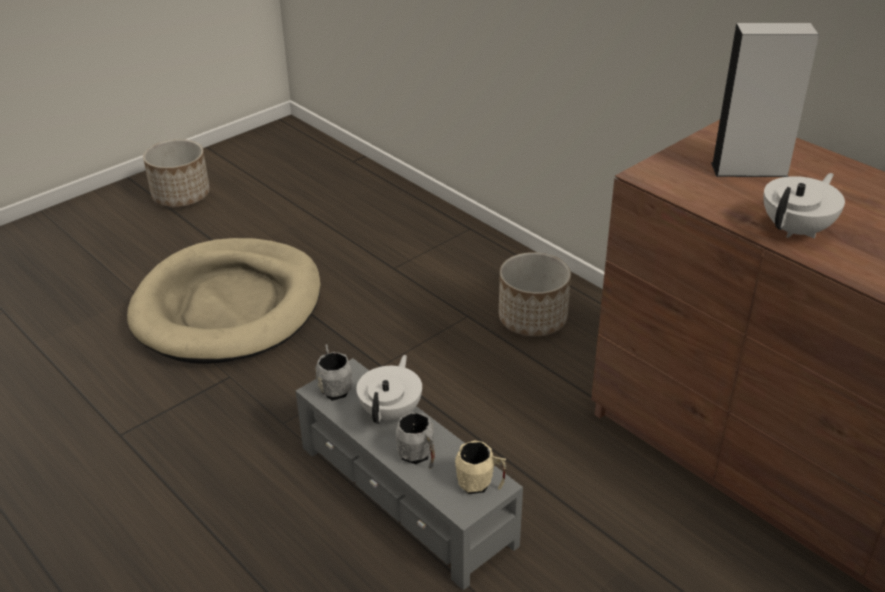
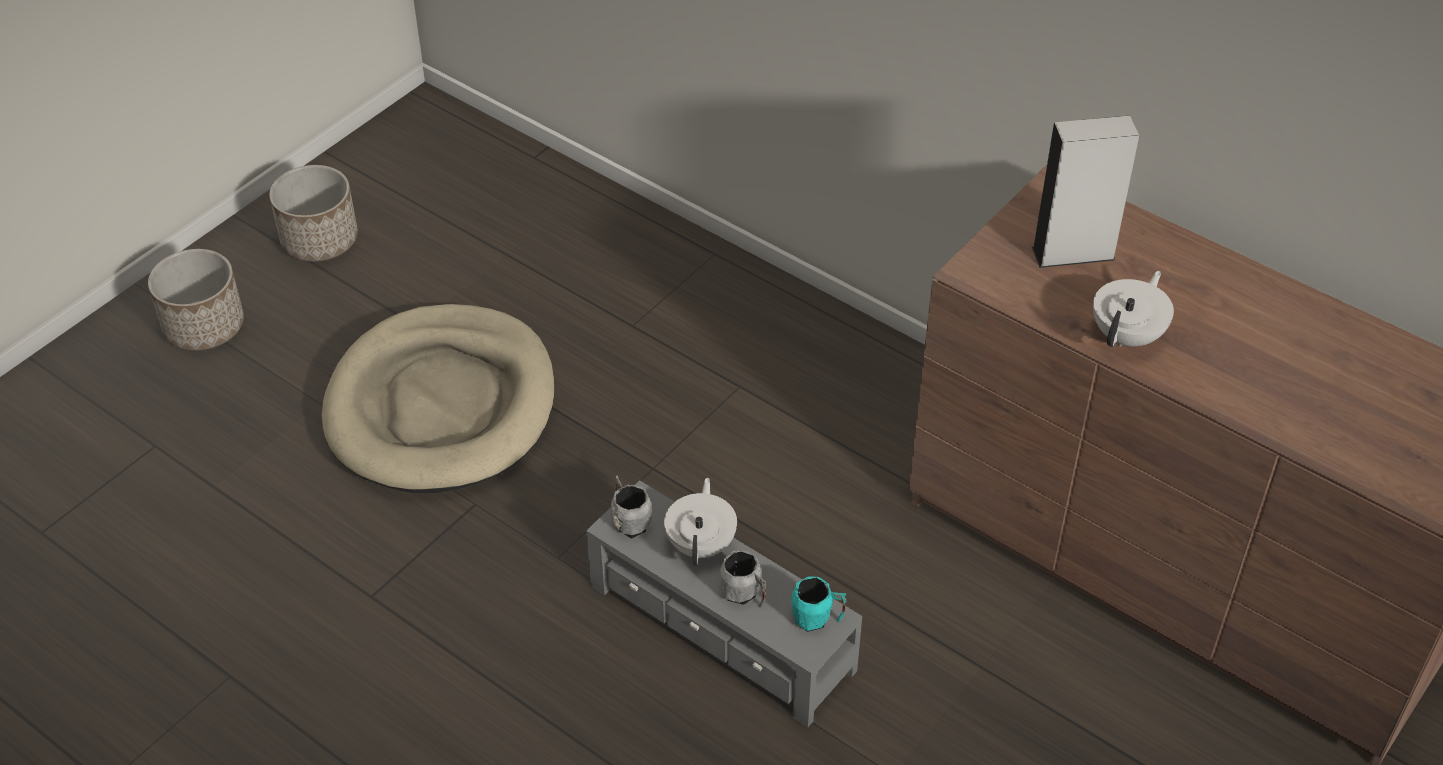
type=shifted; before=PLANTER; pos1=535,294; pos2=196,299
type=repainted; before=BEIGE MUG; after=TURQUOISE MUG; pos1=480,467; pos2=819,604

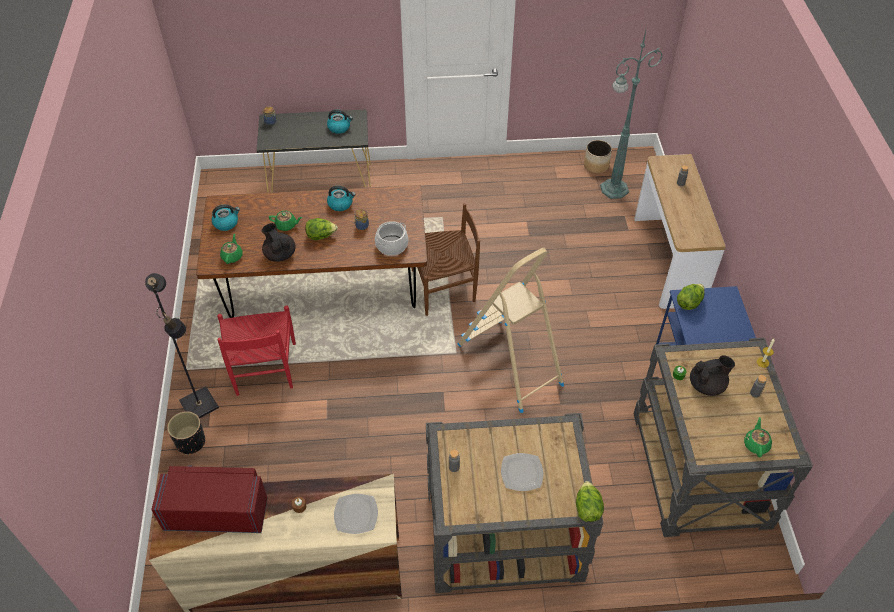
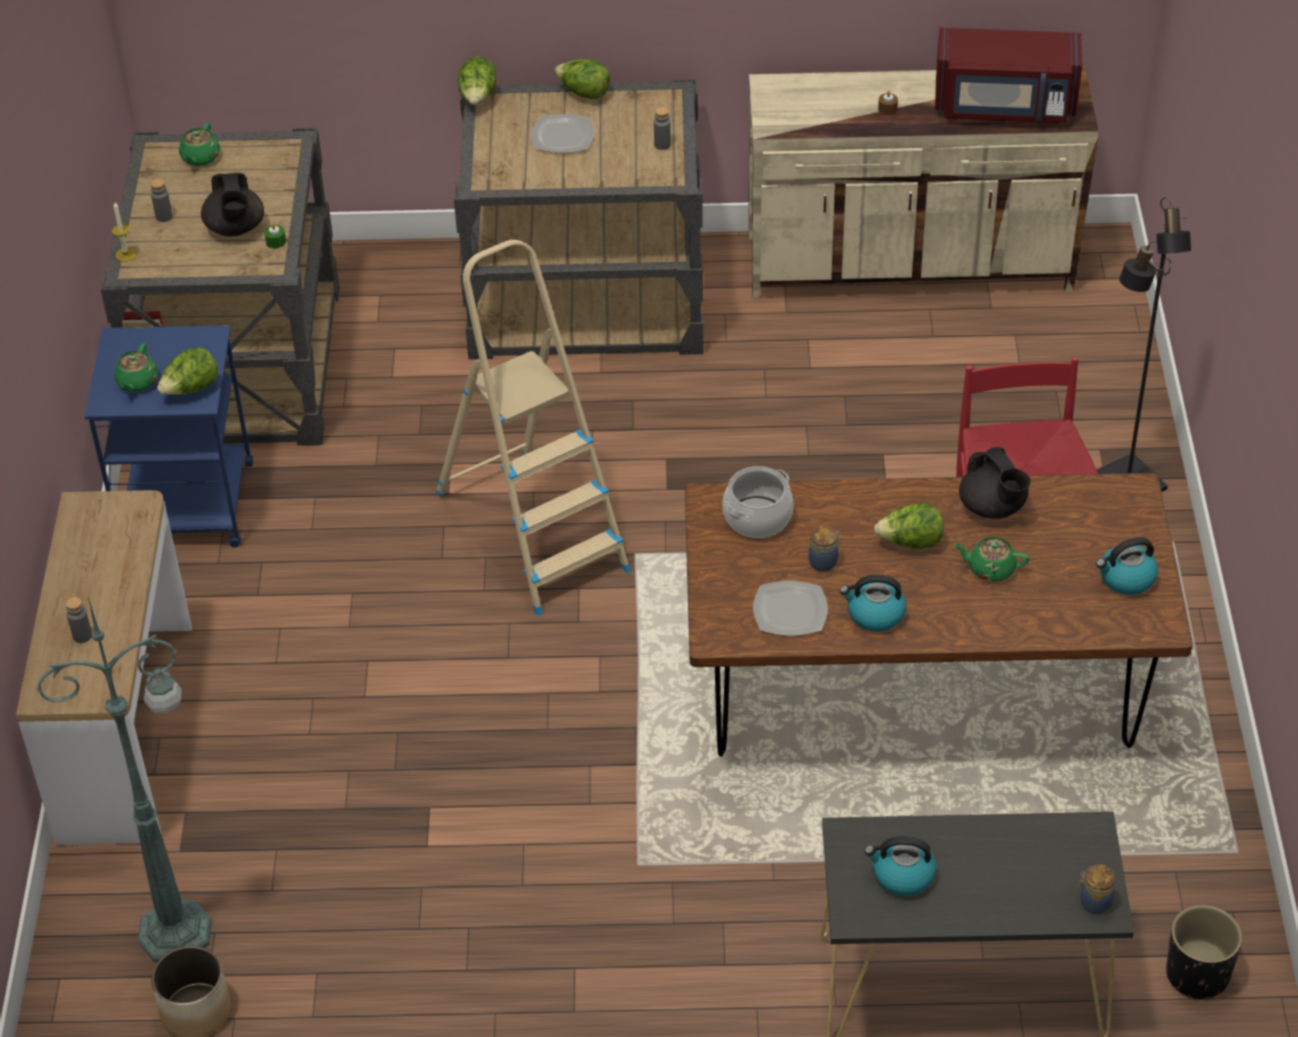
type=gone; before=BROWN CHAIR; pos1=445,259
type=shifted; before=GREEN TEAPOT; pos1=231,249; pos2=136,367
type=rotated; before=BLACK TEAPOT; pos1=712,375; pos2=232,204; turn=-90
type=shifted; before=BLACK PLANTER; pos1=186,433; pos2=1204,952
type=shifted; before=PLATE; pos1=356,514; pos2=790,608
type=new; after=LETTUCE; pos2=582,79

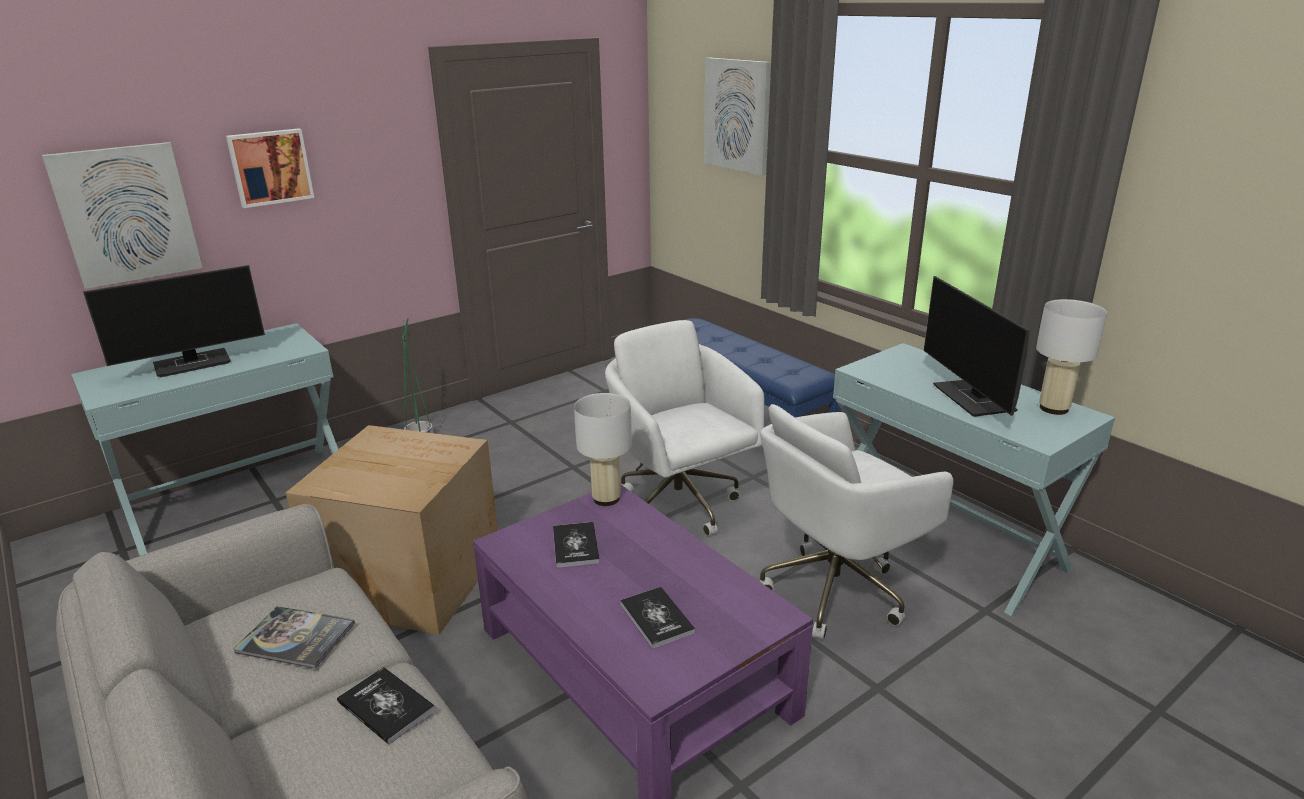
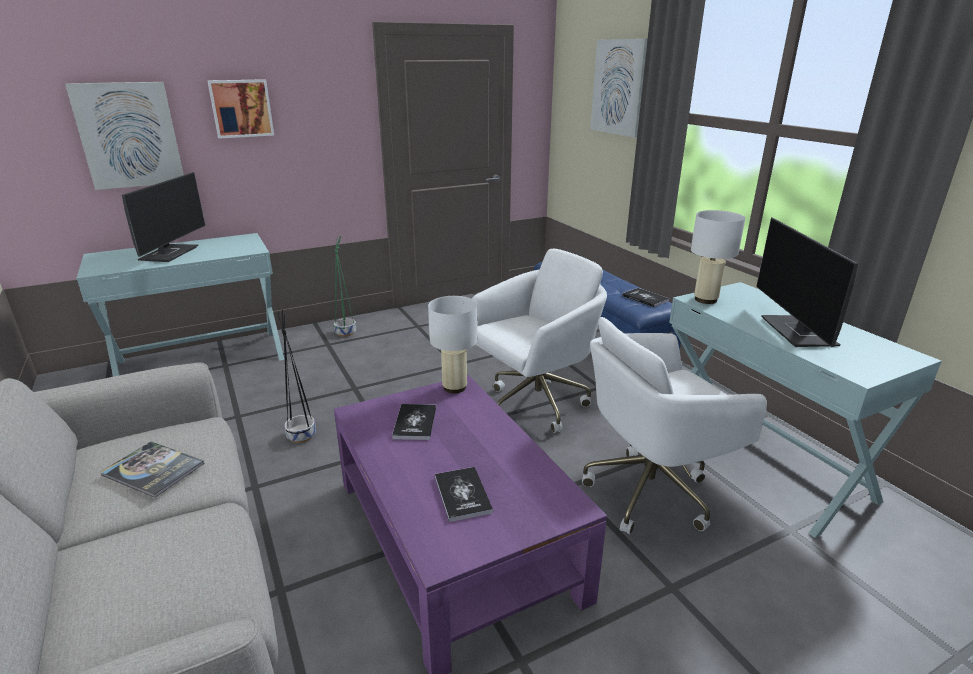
type=rotated; before=MONITOR; pos1=174,321; pos2=163,217; turn=-60
type=shifted; before=WHITE TABLE LAMP; pos1=1071,357; pos2=718,257
type=rotated; before=WHITE OFFICE CHAIR; pos1=684,428; pos2=539,341; turn=75
type=swapped; before=CARDBOARD BOX; after=BLACK PLANTER; pos1=392,530; pos2=297,376
type=shifted; before=BOOK; pos1=386,706; pos2=645,297

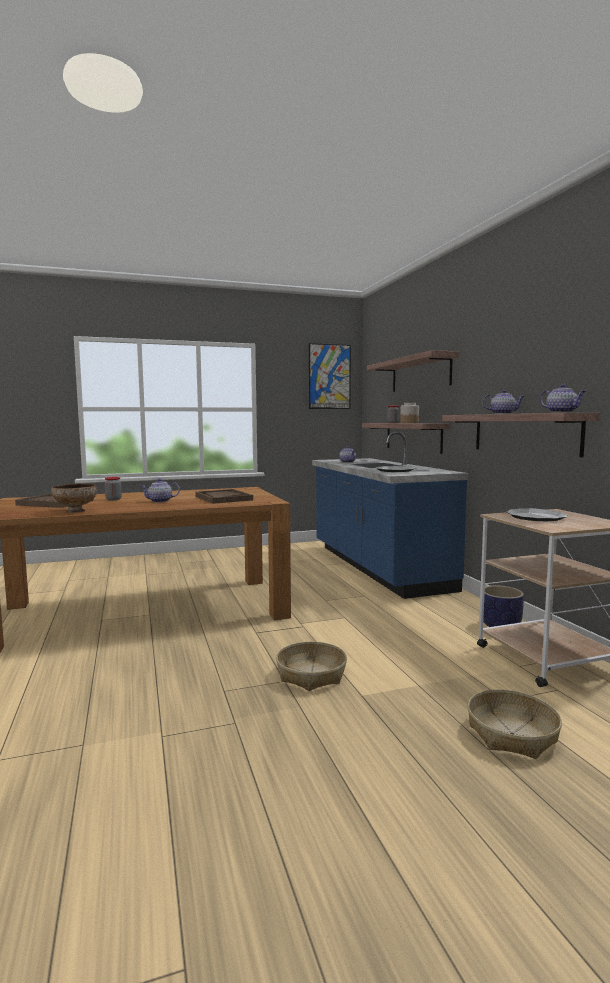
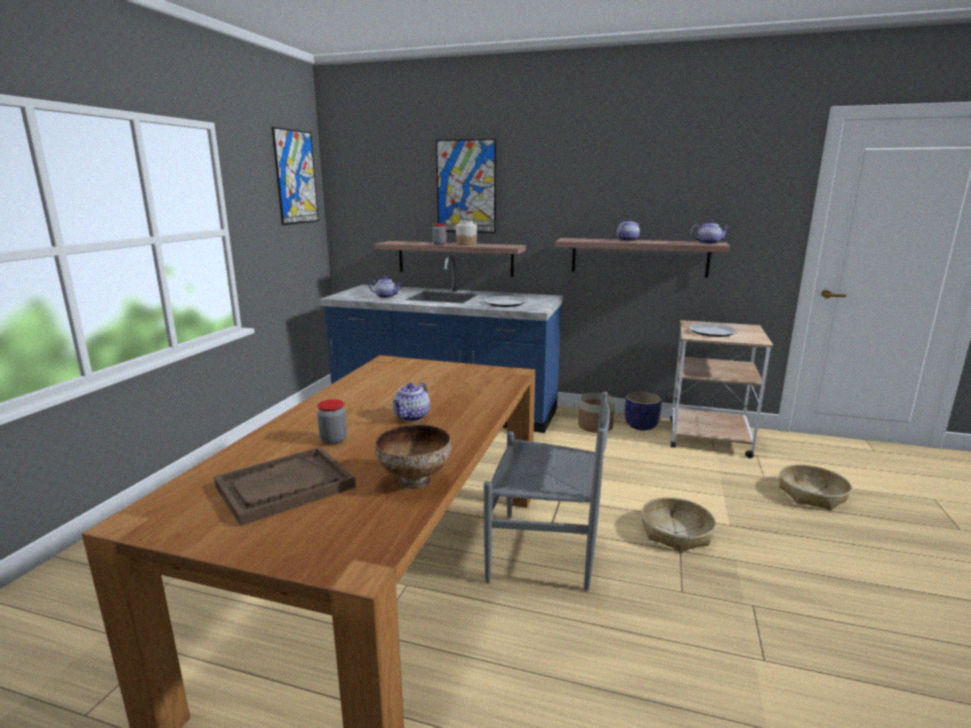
type=swapped; before=SHELF; after=PICTURE; pos1=413,371; pos2=466,186
type=gone; before=BROWN TRAY; pos1=224,496
type=new; after=GREY CHAIR; pos2=547,491
type=new; after=PLANTER; pos2=596,413

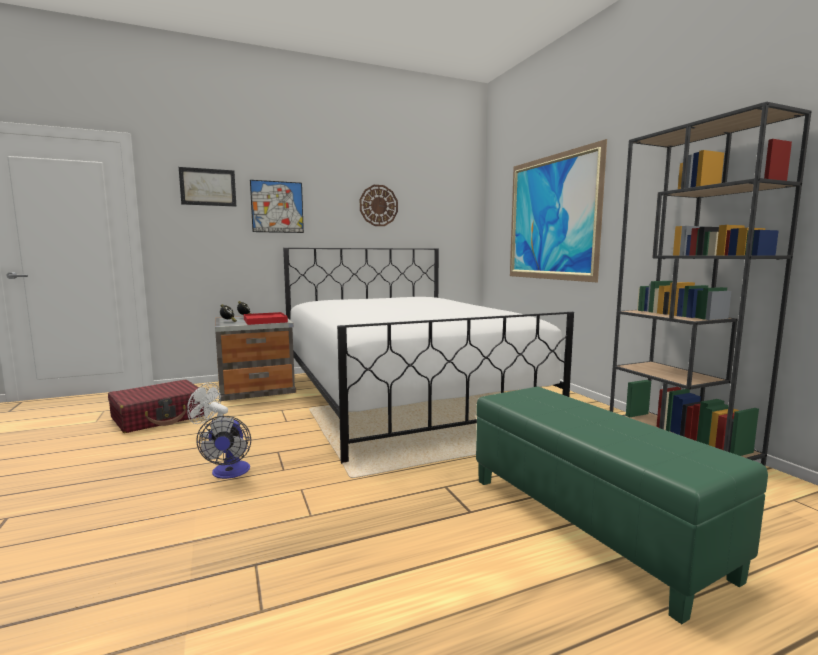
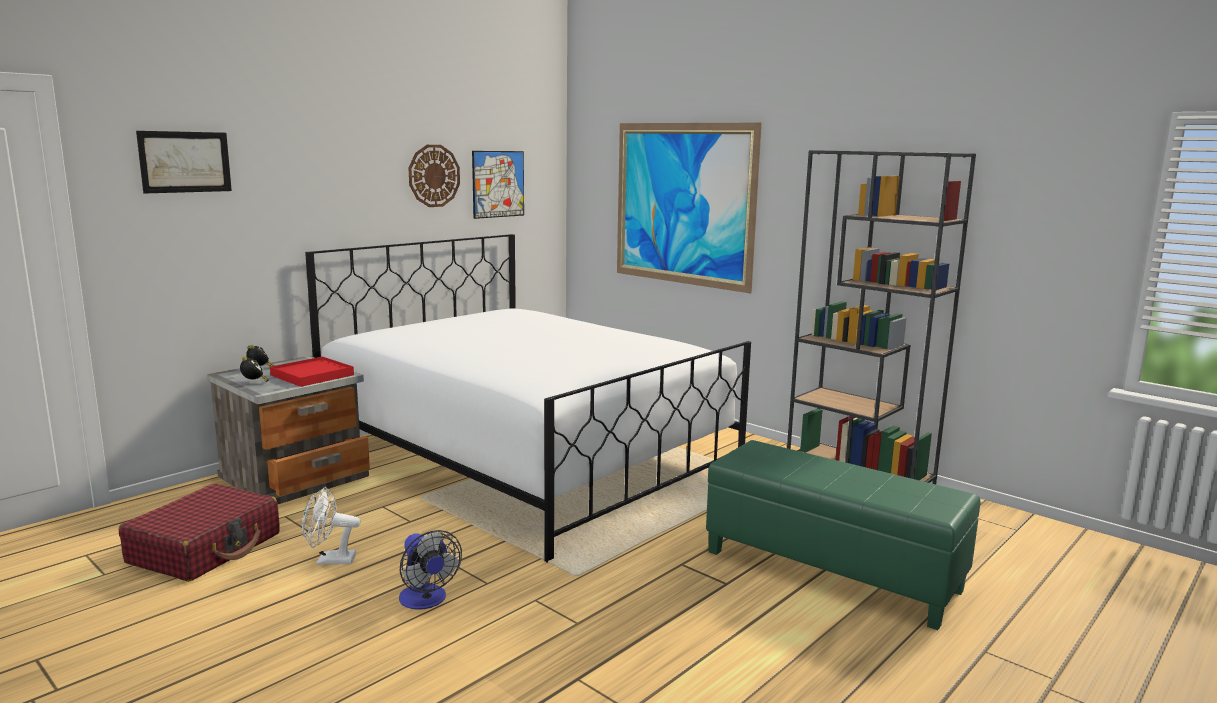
type=shifted; before=PICTURE; pos1=277,206; pos2=498,185

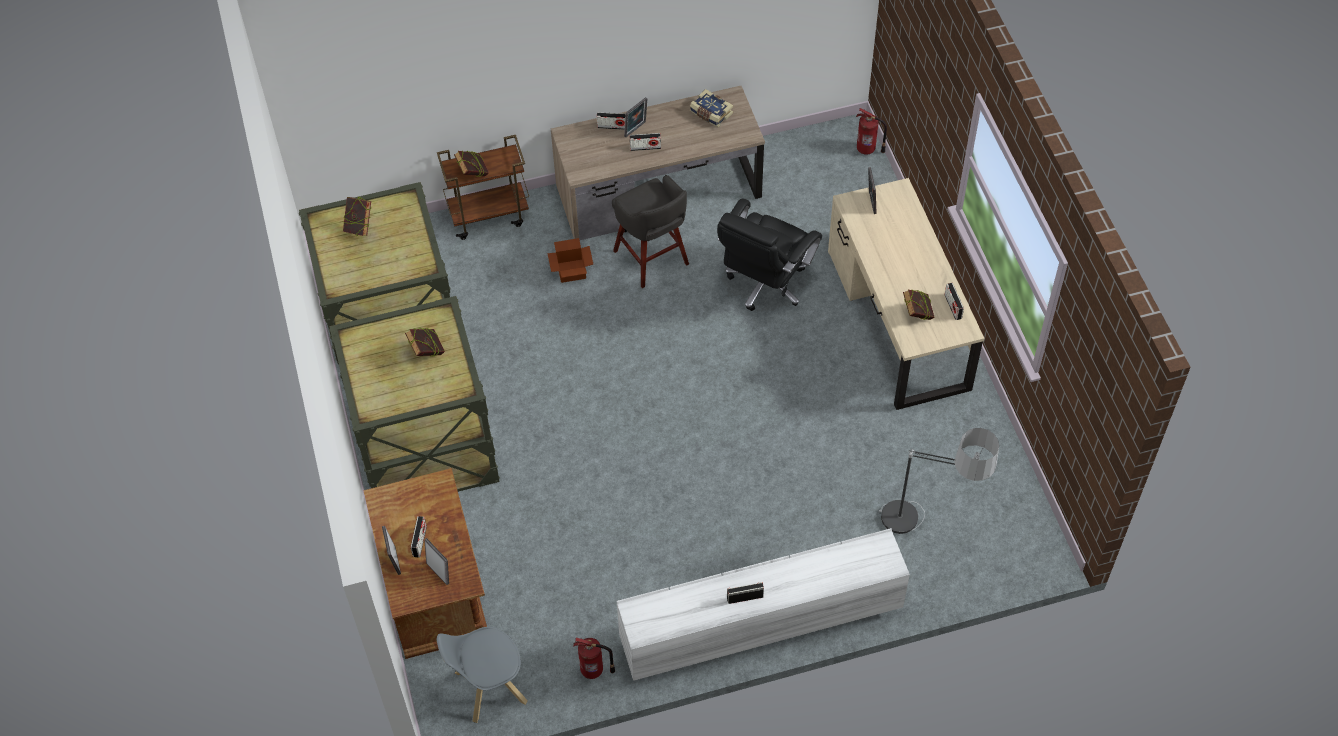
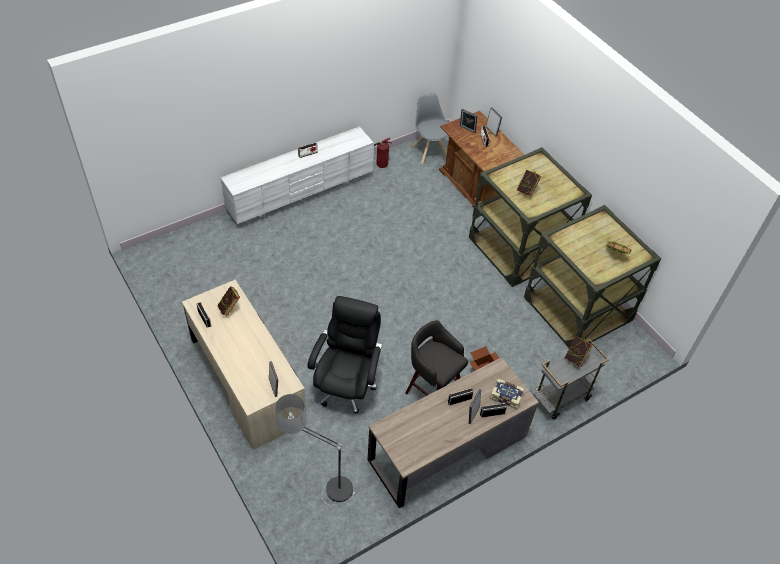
type=shifted; before=BOOK; pos1=711,108; pos2=507,394
type=gone; before=FIRE EXTINGUISHER; pos1=871,131
type=repainted; before=BROWN CART; after=GREY CART; pos1=483,187; pos2=571,379
type=shifted; before=FLOOR LAMP; pos1=939,481; pos2=315,450
type=rotated; before=GREY CHAIR; pos1=482,675; pos2=429,128; turn=-75

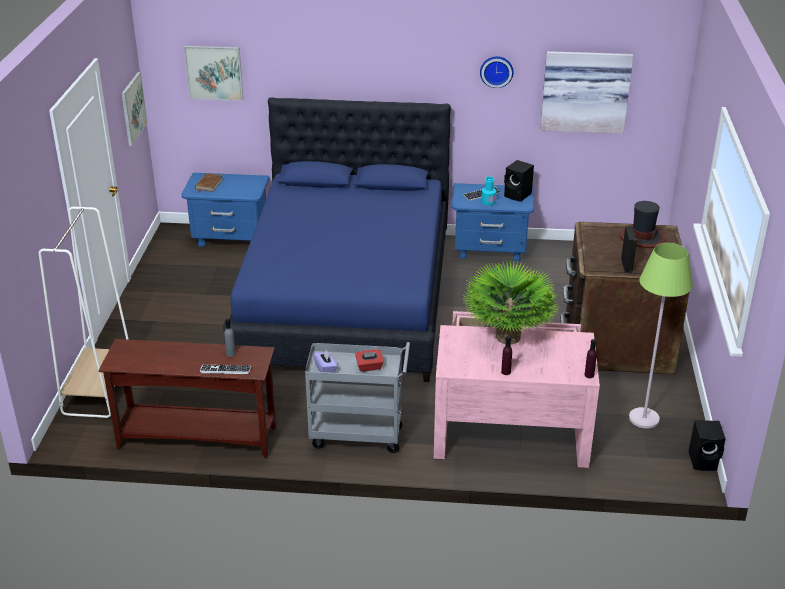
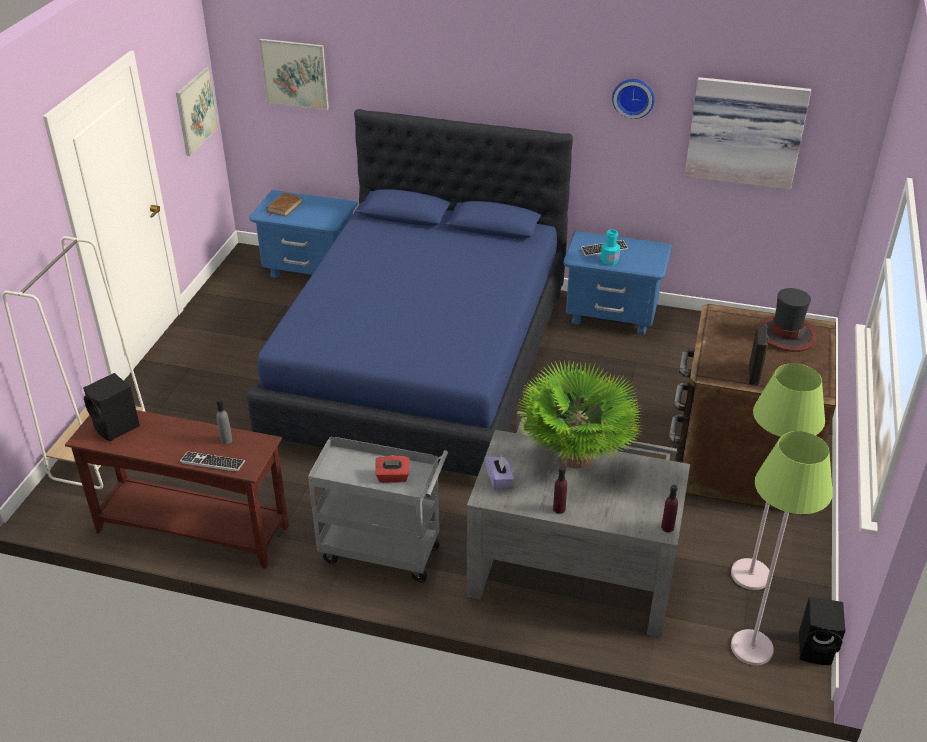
type=shifted; before=BLACK SPEAKER; pos1=519,181; pos2=111,407
type=repainted; before=PINK DESK; after=GREY DESK; pos1=517,389; pos2=578,524
type=shifted; before=PURPLE TISSUE BOX; pos1=325,362; pos2=499,473
type=new; after=GREEN FLOOR LAMP; pos2=782,548

